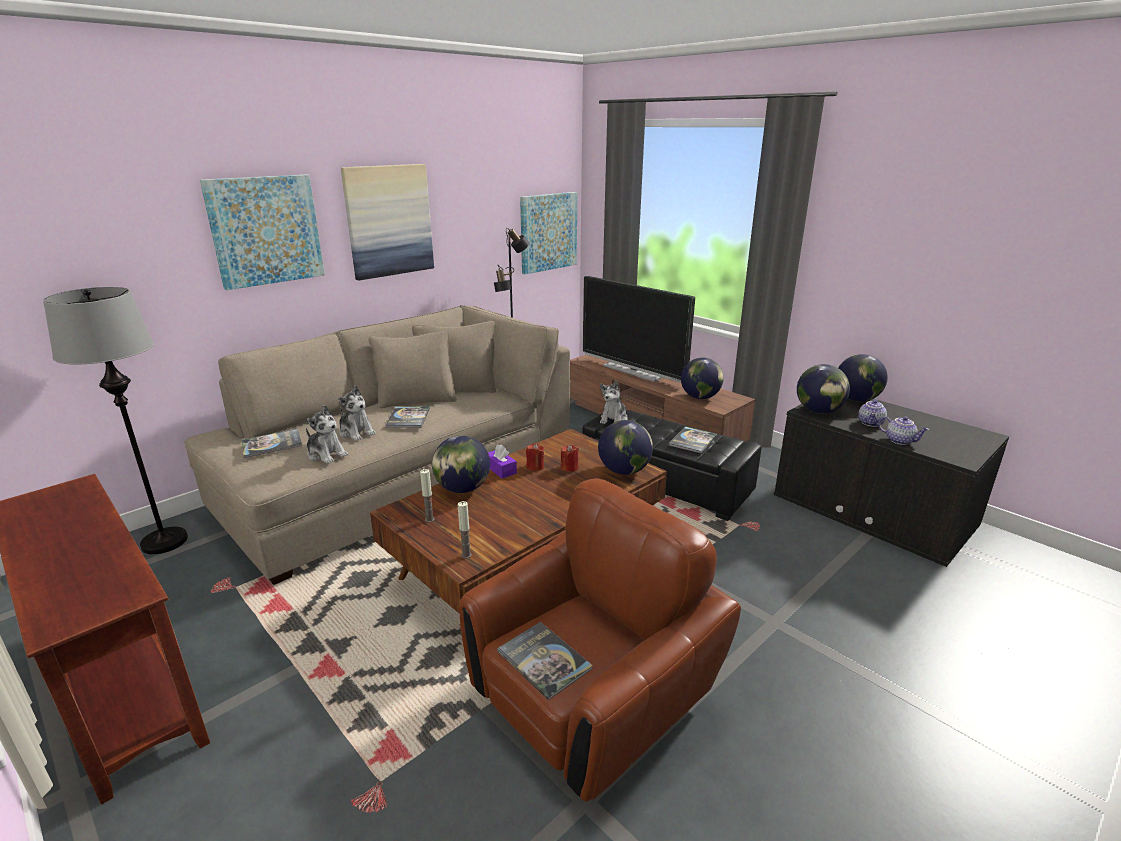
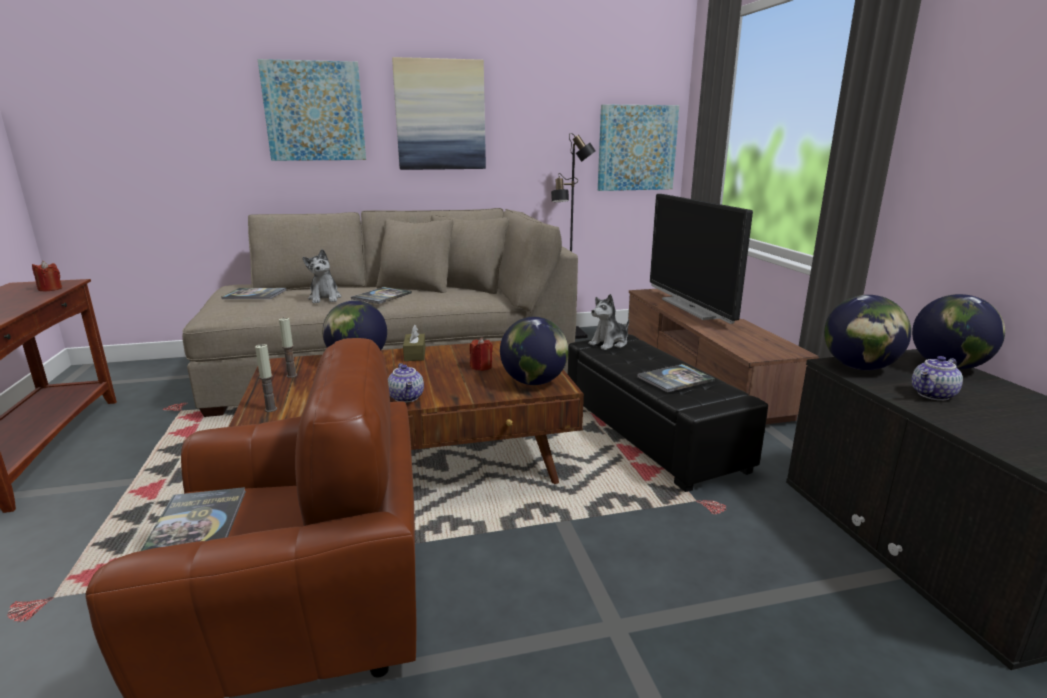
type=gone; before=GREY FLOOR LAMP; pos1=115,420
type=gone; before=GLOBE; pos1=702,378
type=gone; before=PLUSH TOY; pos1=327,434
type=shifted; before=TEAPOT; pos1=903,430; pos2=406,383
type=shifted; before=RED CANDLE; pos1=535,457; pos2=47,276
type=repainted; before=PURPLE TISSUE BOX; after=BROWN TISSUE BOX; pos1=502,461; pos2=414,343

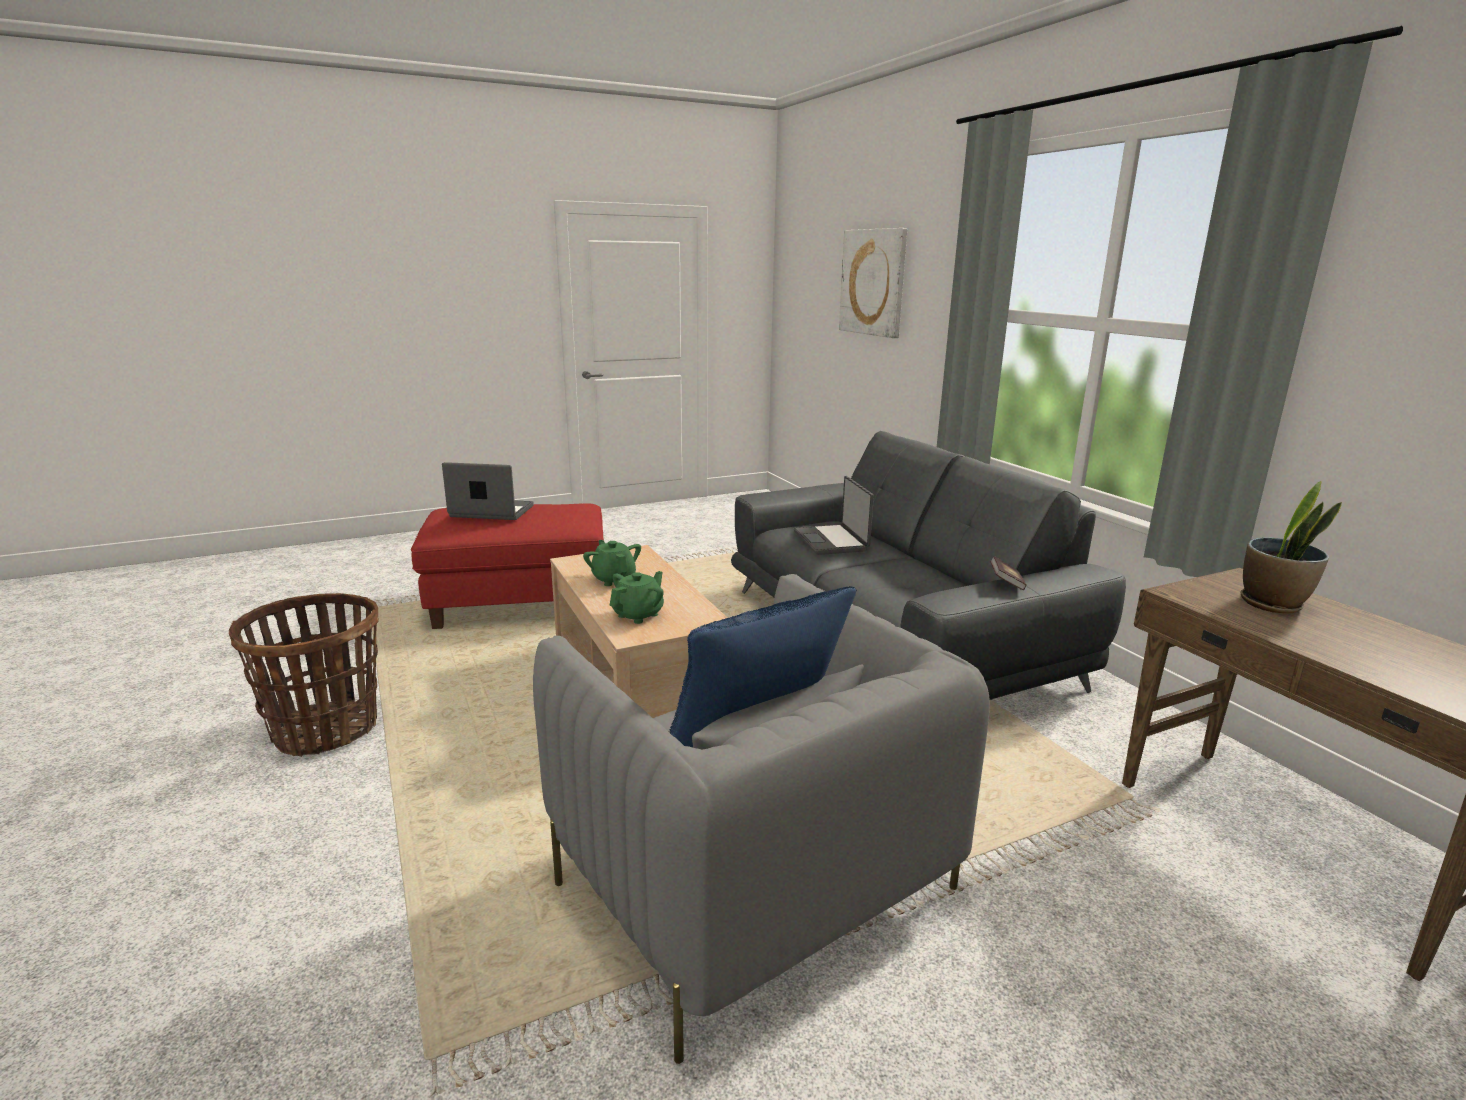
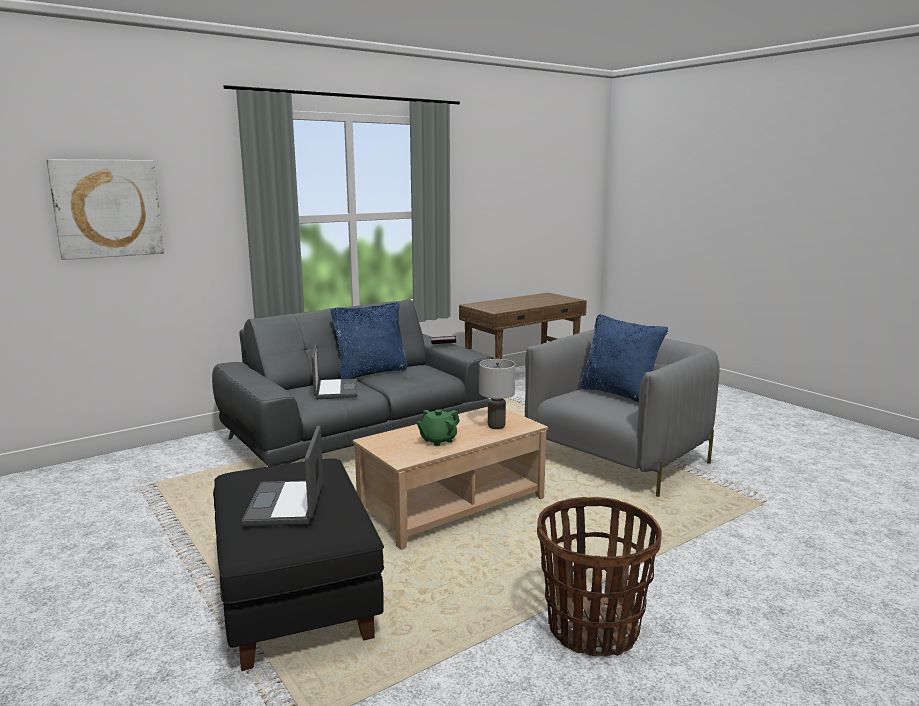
type=rotated; before=LAPTOP; pos1=834,515; pos2=335,371; turn=-75
type=gone; before=POTTED PLANT; pos1=1291,547
type=repainted; before=RED OTTOMAN; after=BLACK OTTOMAN; pos1=507,566; pos2=298,564
type=swapped; before=GREEN TEAPOT; after=WHITE TABLE LAMP; pos1=636,597; pos2=497,394
type=new; after=BLUE PILLOW; pos2=368,340

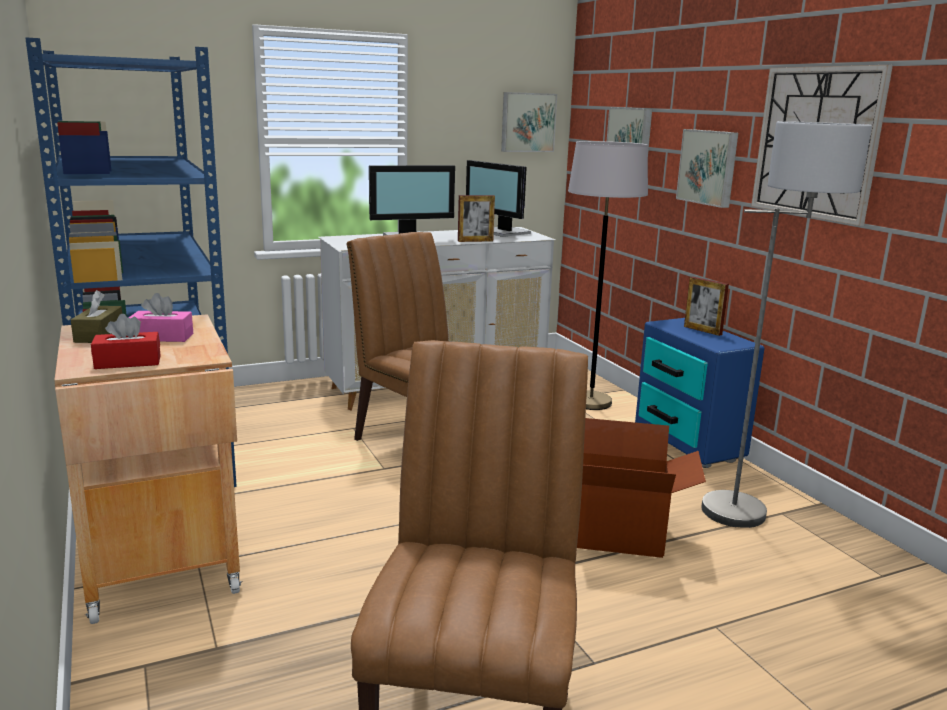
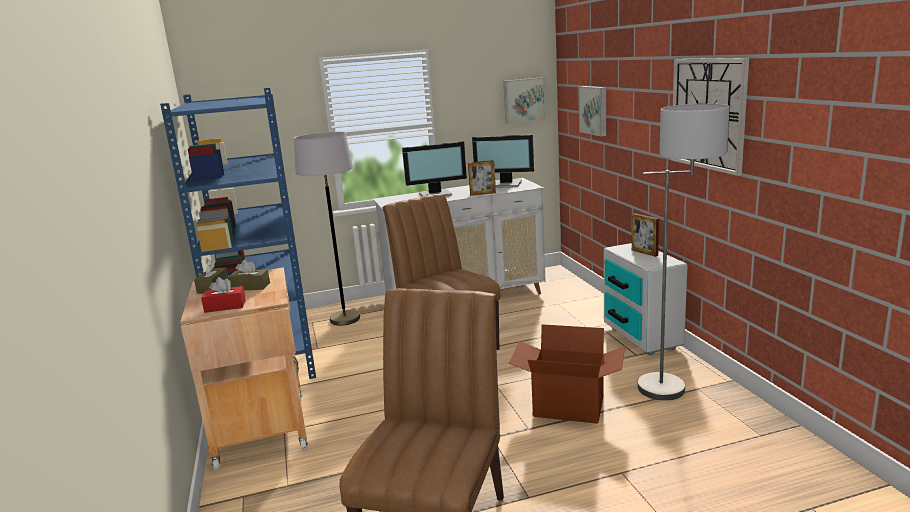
type=gone; before=PICTURE; pos1=707,168
type=shifted; before=GREY FLOOR LAMP; pos1=608,275; pos2=327,228
type=rotated; before=MONITOR; pos1=498,198; pos2=503,161; turn=-45
type=repainted; before=PINK TISSUE BOX; after=BROWN TISSUE BOX; pos1=161,317; pos2=249,275
type=repainted; before=BLUE NIGHTSTAND; after=WHITE NIGHTSTAND; pos1=700,393; pos2=646,299

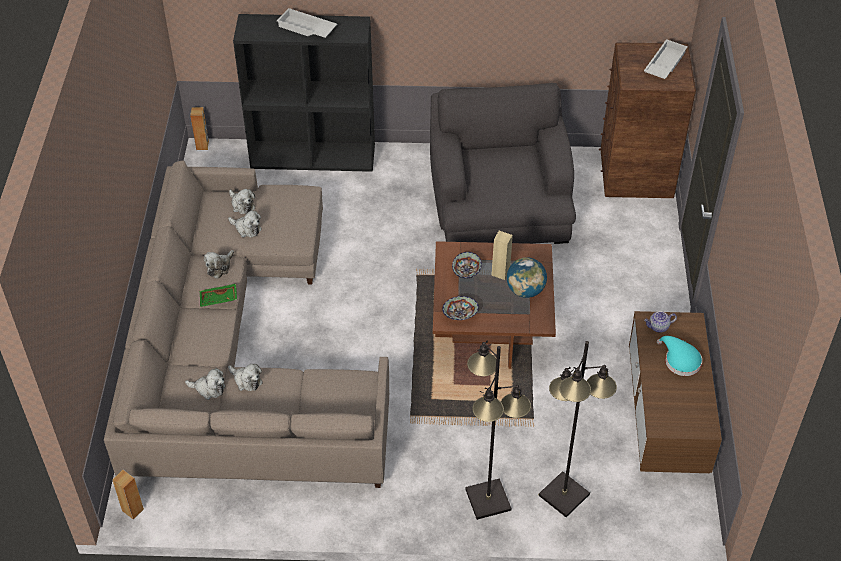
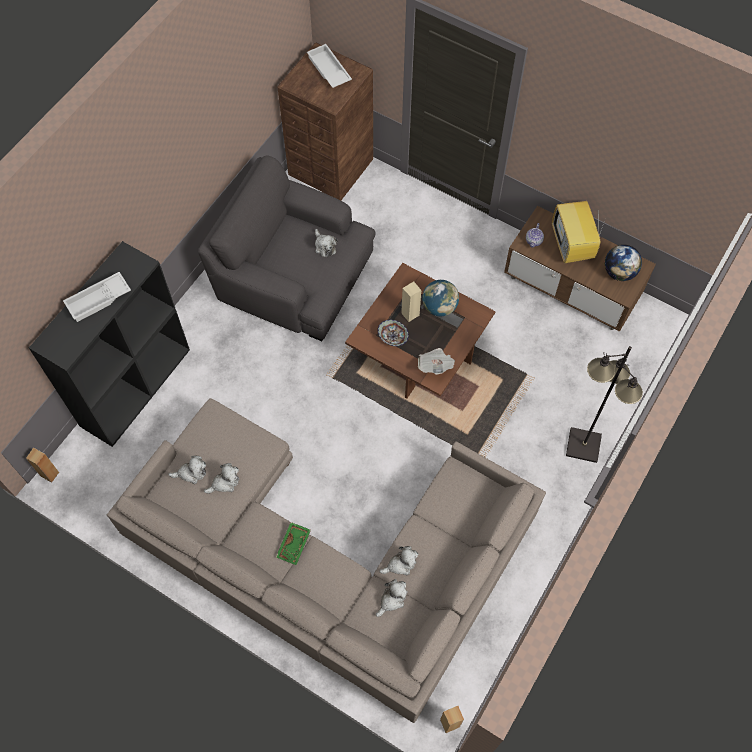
type=shifted; before=PLUSH TOY; pos1=219,264; pos2=326,243
type=swapped; before=BOWL; after=NEWSPAPER; pos1=460,308; pos2=436,361
type=swapped; before=TURQUOISE HAT; after=TELEVISION; pos1=679,356; pos2=578,232
type=gone; before=BLACK FLOOR LAMP; pos1=578,429
type=new; after=GLOBE; pos2=623,263

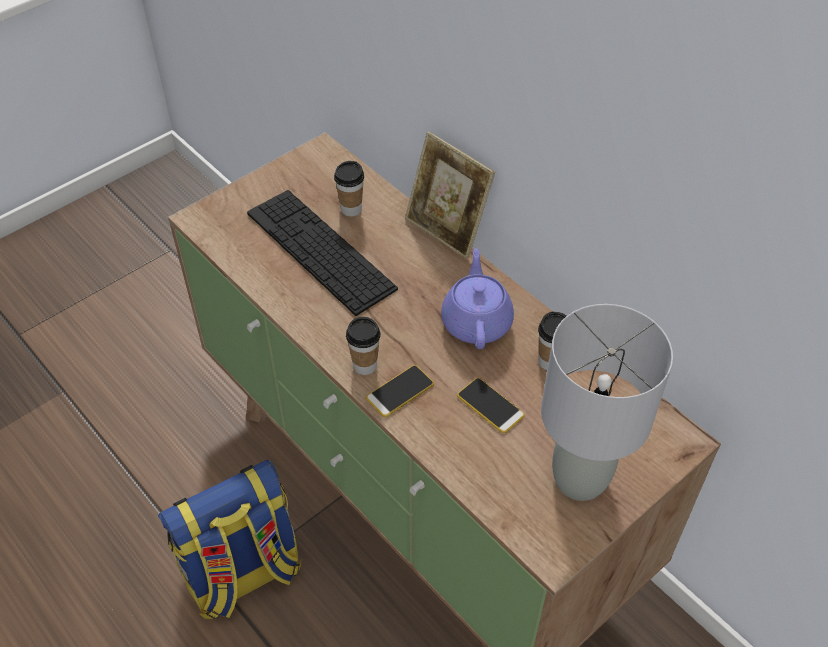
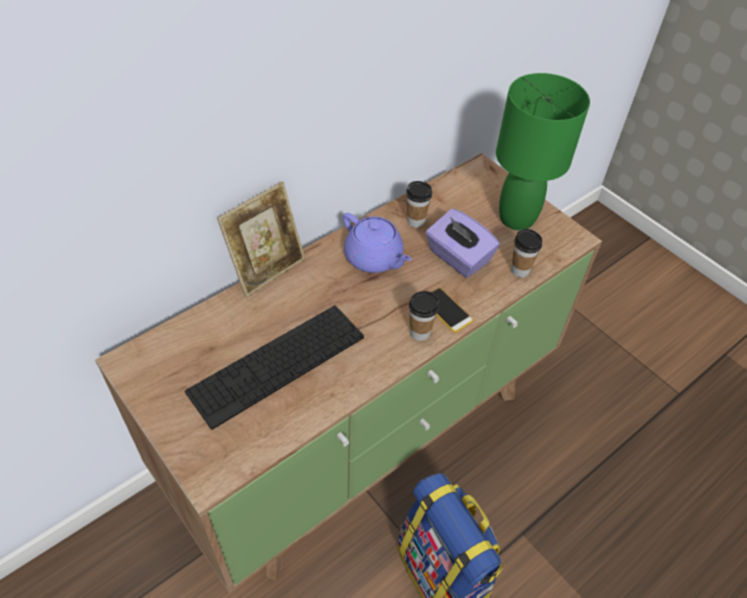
type=shifted; before=CUP; pos1=349,188; pos2=526,253
type=rotated; before=PURPLE TEAPOT; pos1=477,298; pos2=377,243; turn=-135
type=repainted; before=GREY TABLE LAMP; after=GREEN TABLE LAMP; pos1=607,402; pos2=543,151
type=swapped; before=PHONE; after=PURPLE TISSUE BOX; pos1=491,405; pos2=463,243

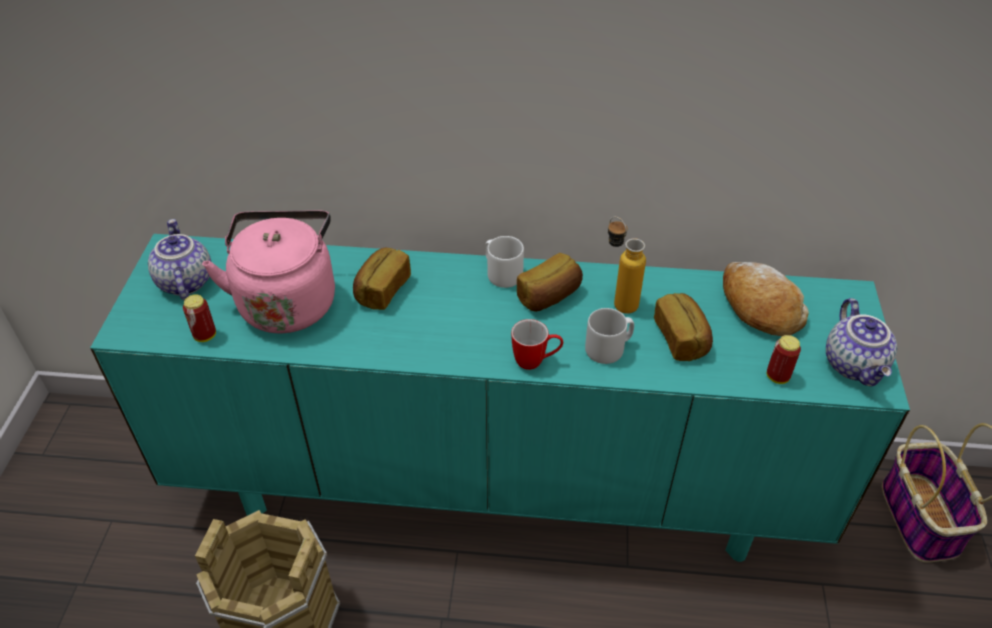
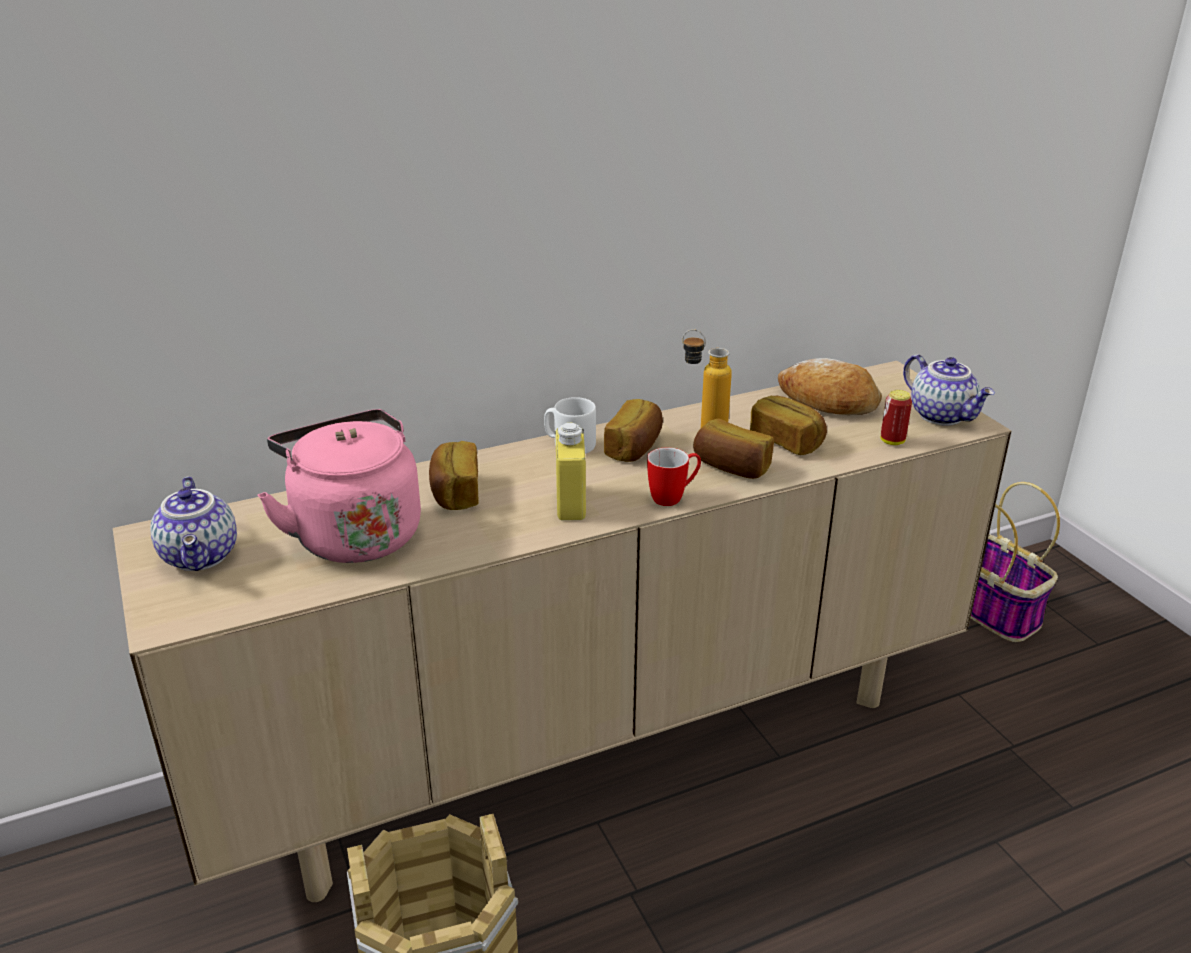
type=rotated; before=TEAPOT; pos1=179,259; pos2=193,523; turn=-150
type=repainted; before=TURQUOISE CABINET; after=BEIGE CABINET; pos1=500,398; pos2=562,631
type=gone; before=CAN; pos1=199,318
type=swapped; before=GREY MUG; after=BREAD; pos1=609,336; pos2=733,448
type=new; after=YELLOW BOTTLE; pos2=571,472

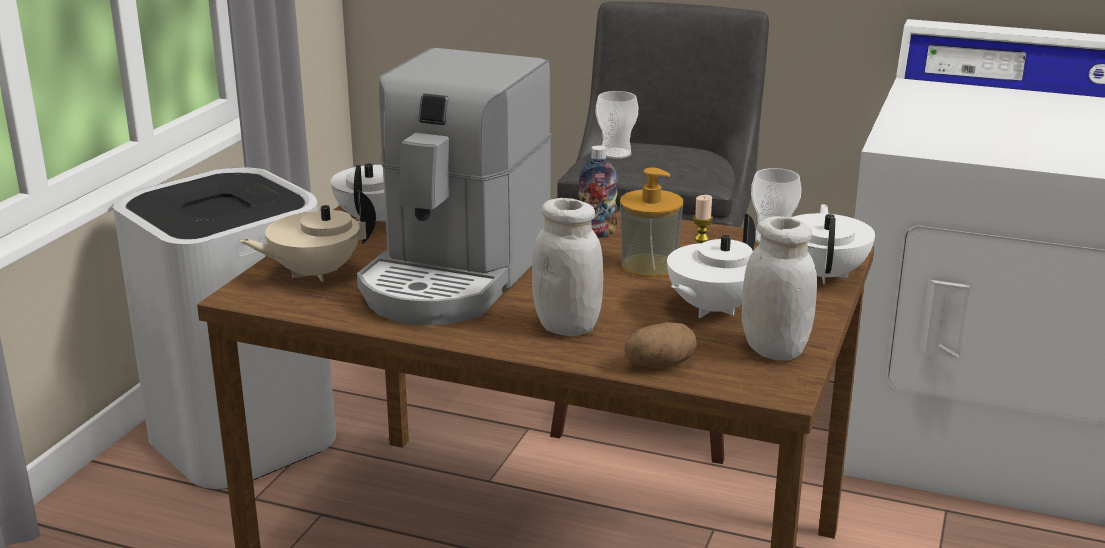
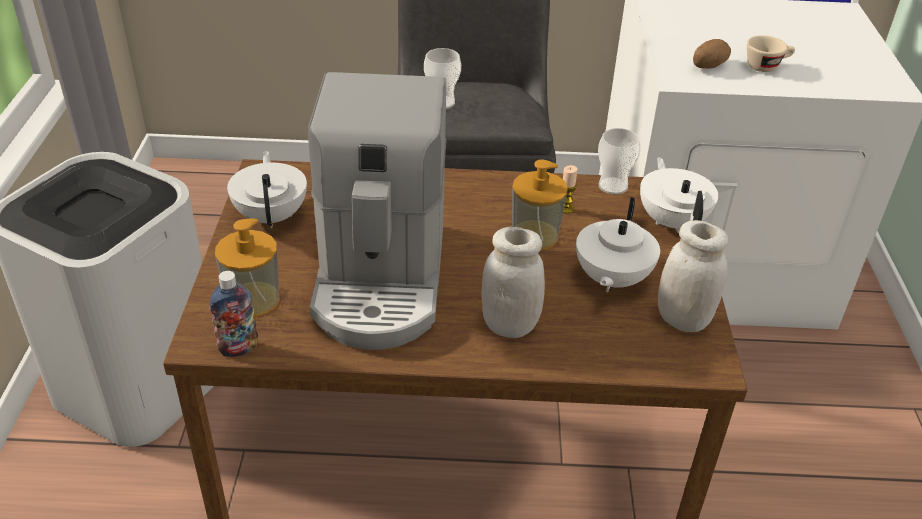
type=shifted; before=BOTTLE; pos1=598,191; pos2=234,314
type=swapped; before=BEIGE TEAPOT; after=SOAP DISPENSER; pos1=307,236; pos2=247,267
type=shifted; before=POTATO; pos1=660,345; pos2=712,54
type=new; after=BEIGE CUP; pos2=771,53

